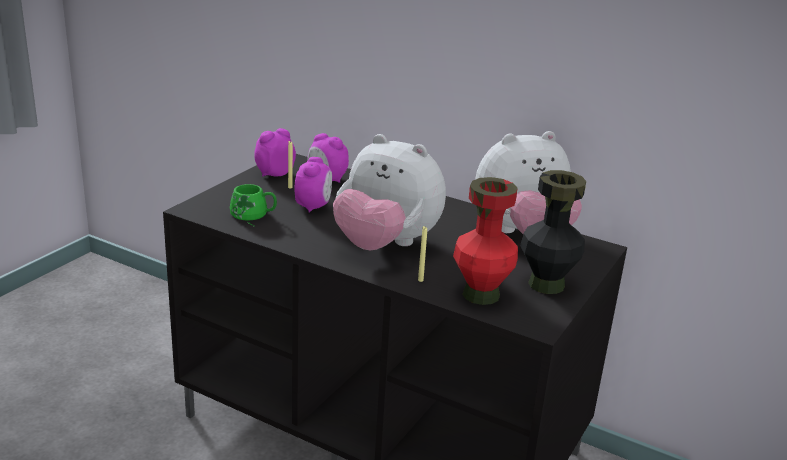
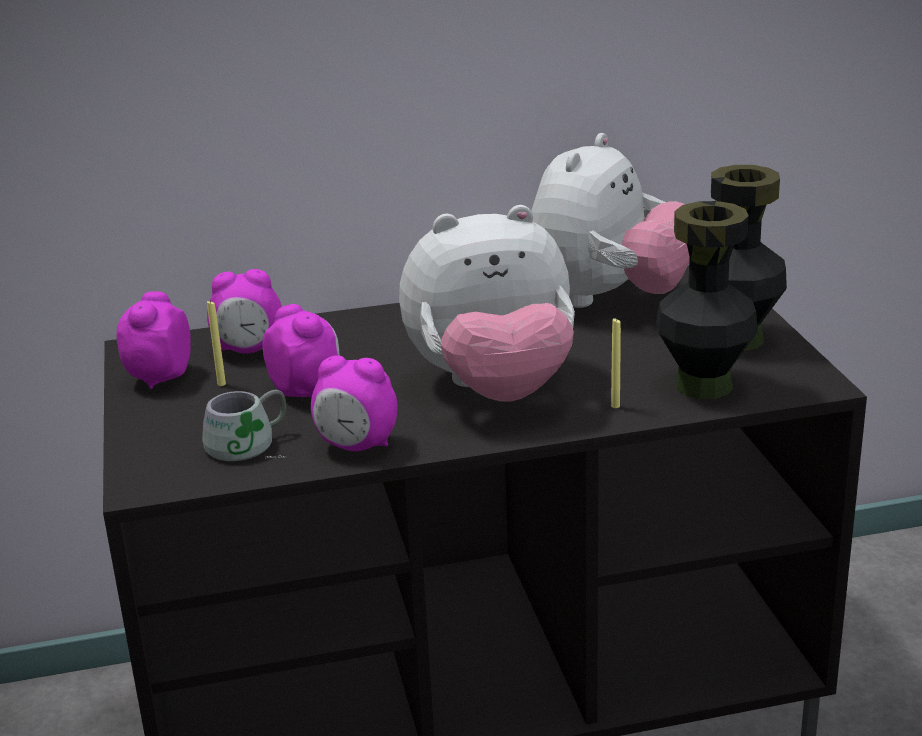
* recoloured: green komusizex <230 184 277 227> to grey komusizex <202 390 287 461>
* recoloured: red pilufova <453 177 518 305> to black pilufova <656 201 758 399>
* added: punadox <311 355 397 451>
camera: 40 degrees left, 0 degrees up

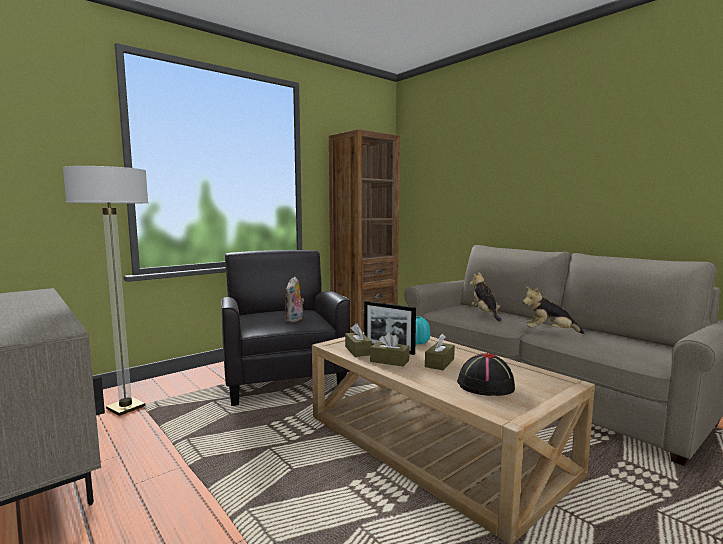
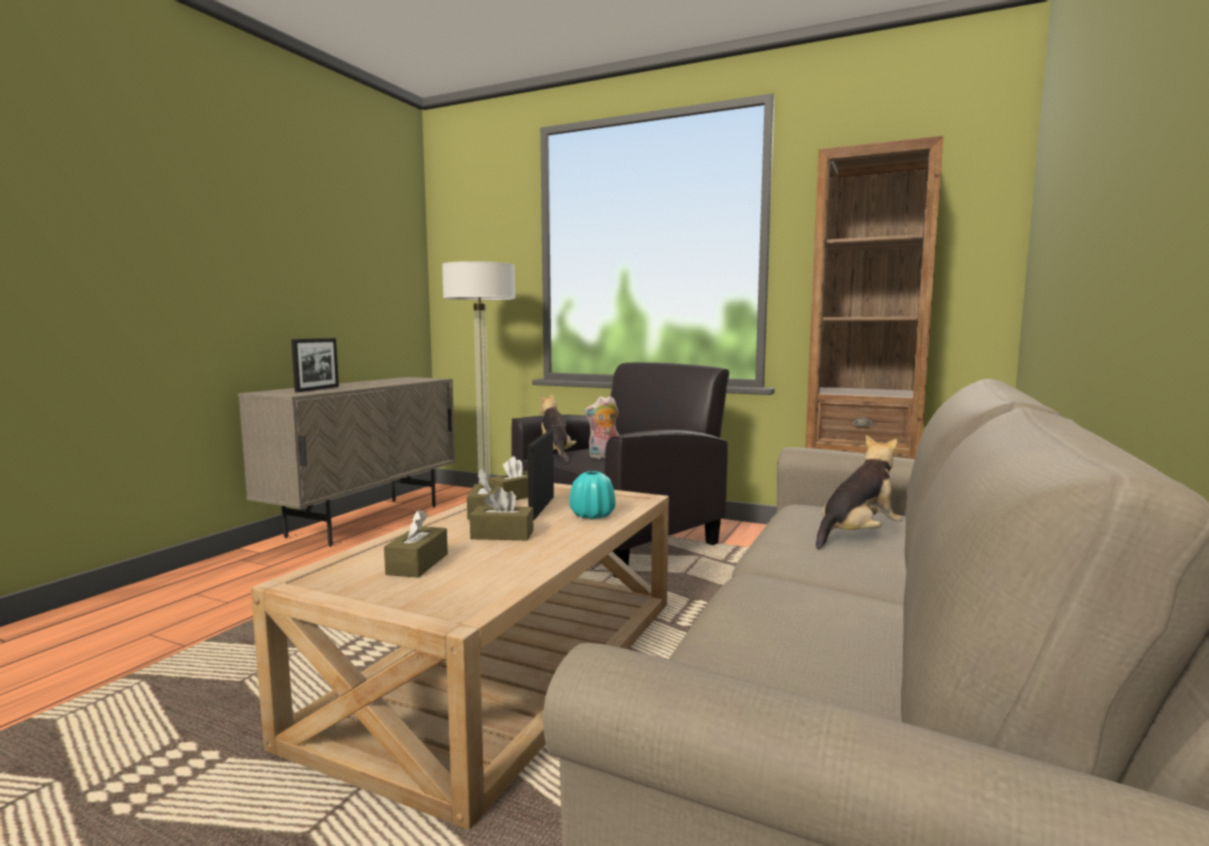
* replaced: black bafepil <457 353 515 396> to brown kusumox <384 510 448 578>
* moved: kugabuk <523 287 584 334> to <539 394 577 463>
* added: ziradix <291 338 339 392>
camera: 65 degrees right, 0 degrees up

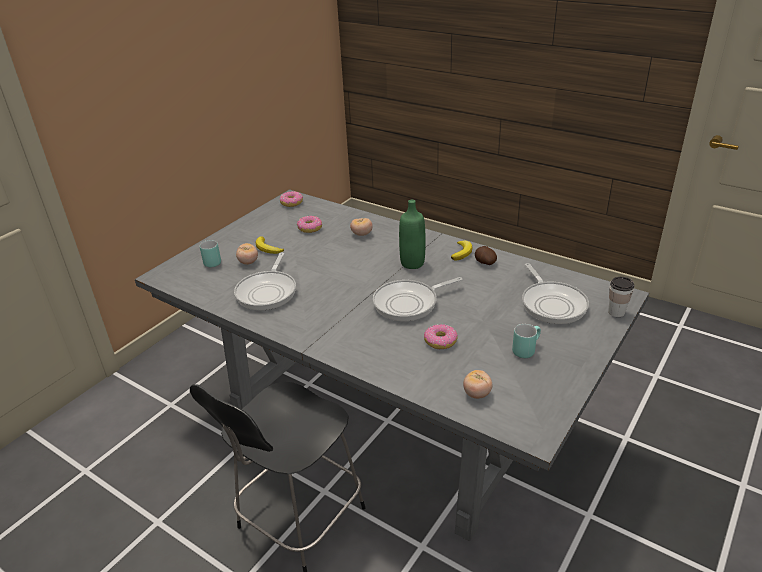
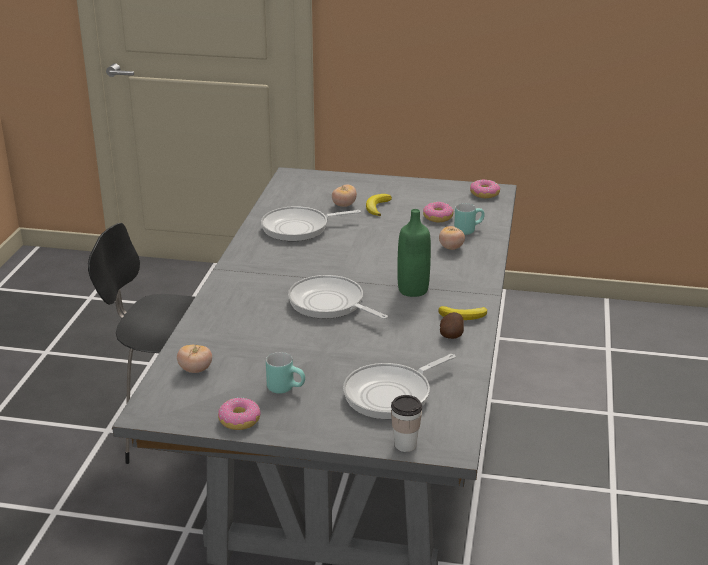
* moved: turquoise komusizex <200 240 221 268> to <454 203 485 235>
* moved: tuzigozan <424 324 458 349> to <218 397 261 430>
camera: 65 degrees right, 5 degrees down

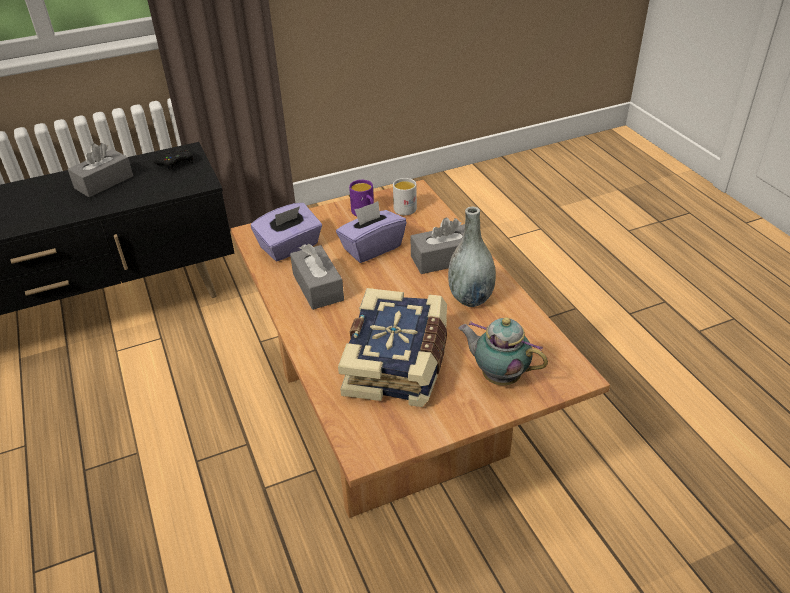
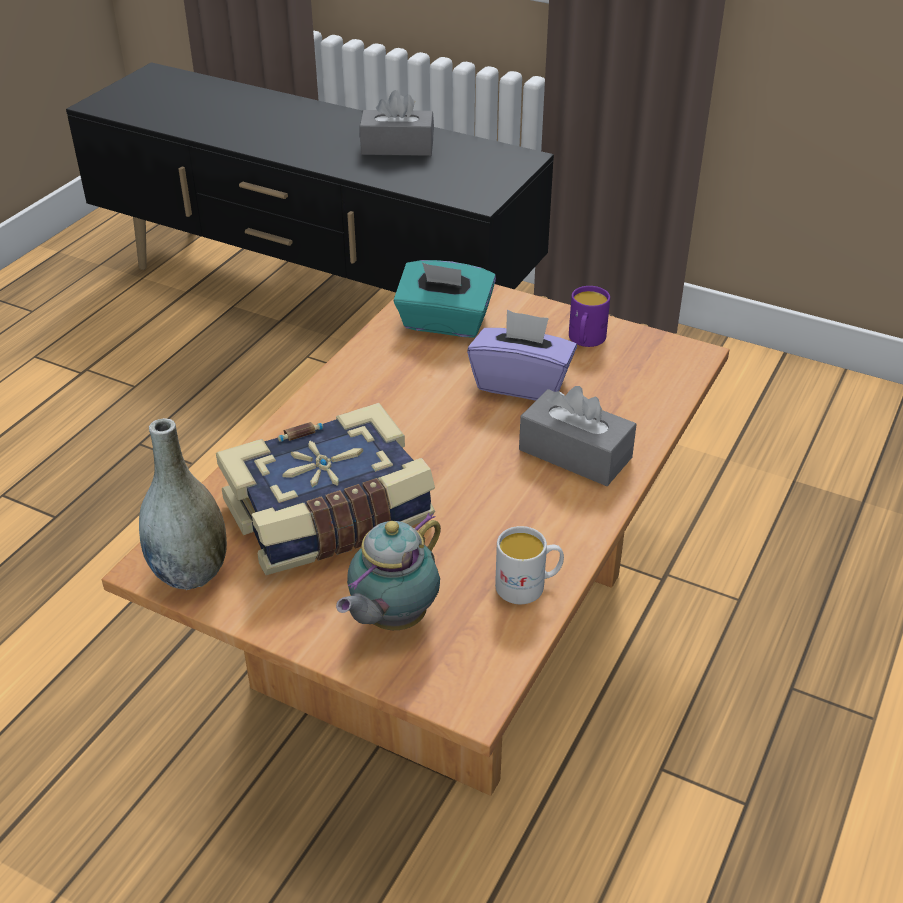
* removed: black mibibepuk <154 148 193 171>
* recoloured: purple kusumox <251 203 322 262> to turquoise kusumox <394 260 496 338>
* removed: grey kusumox <290 244 344 310>
* moved: white komusizex <393 178 417 215> to <495 526 564 604>
* moved: grey pilufova <448 207 496 307> to <139 418 227 590>
* turned: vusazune <458 317 548 385> = <336 513 441 630> 135 degrees counterclockwise
camera: 50 degrees right, 0 degrees up

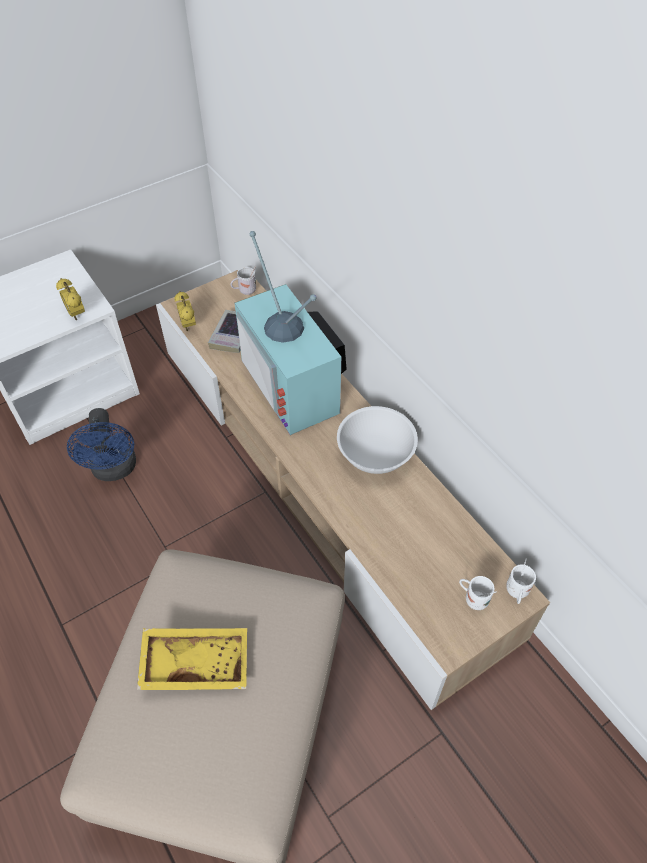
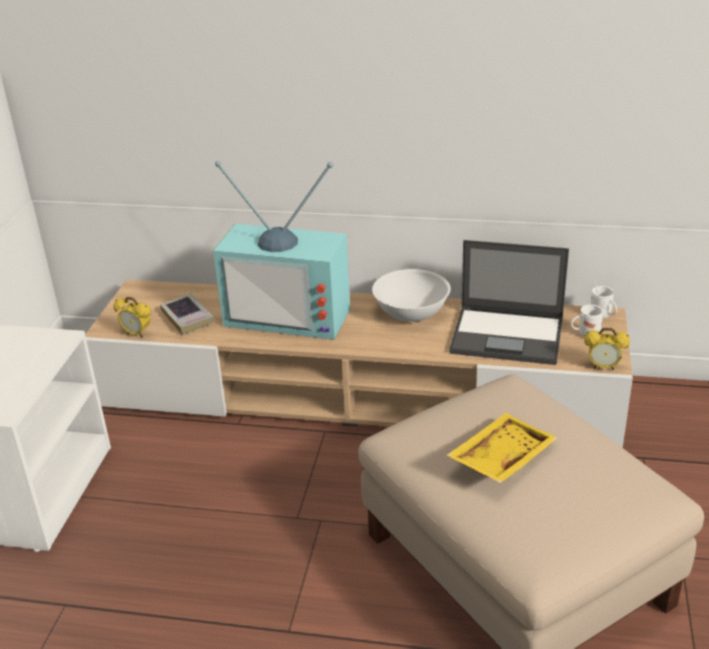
* moved: punadox <56 278 85 320> to <584 328 630 370>
* removed: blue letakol <67 408 136 481>
* removed: white komusizex <231 265 256 295>
* added: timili <449 240 569 365>
camera: 45 degrees left, 20 degrees down

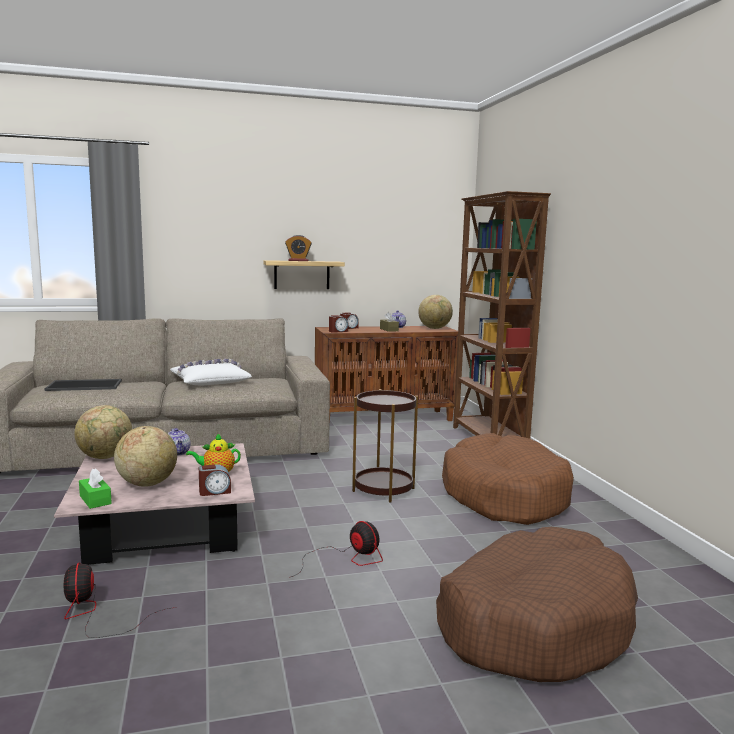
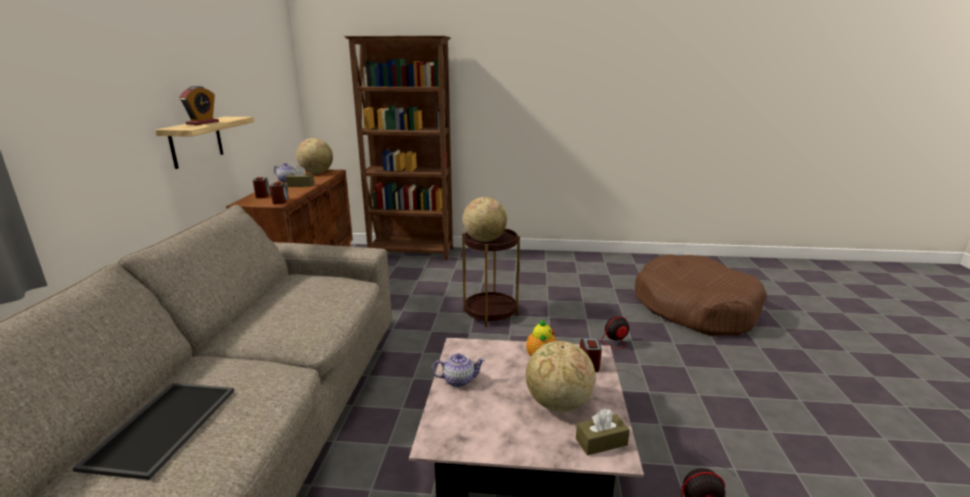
* moved: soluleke <75 405 132 459> to <463 197 507 242>
* recoloured: green kusumox <79 468 112 509> to brown kusumox <576 409 630 456>
* removed: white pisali <170 359 252 385>
* removed: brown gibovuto <442 433 574 525>
camera: 70 degrees left, 10 degrees up

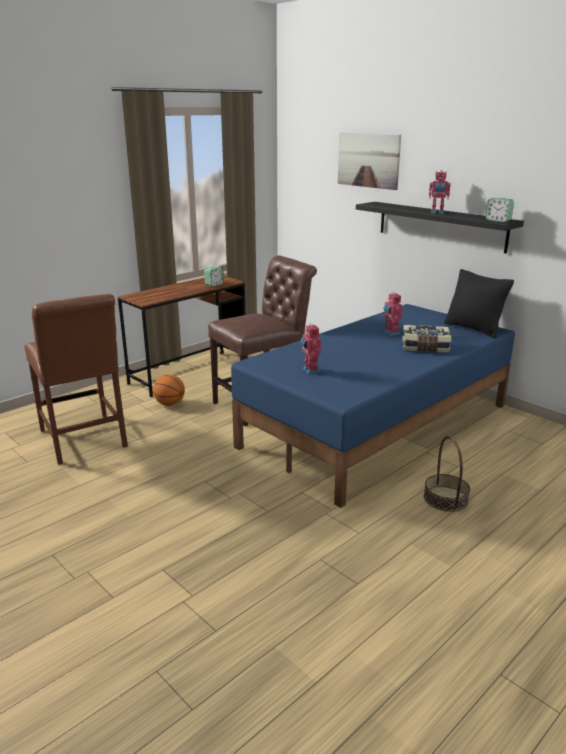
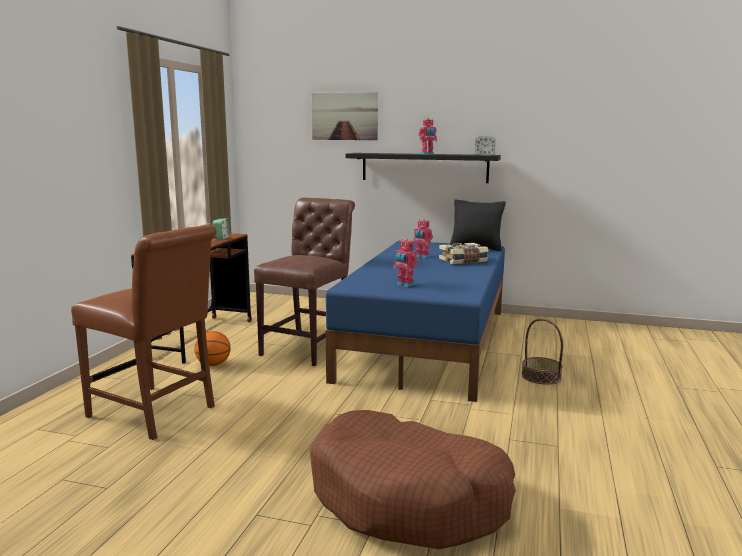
* added: brown gibovuto <310 410 516 549>
camera: 30 degrees left, 10 degrees down

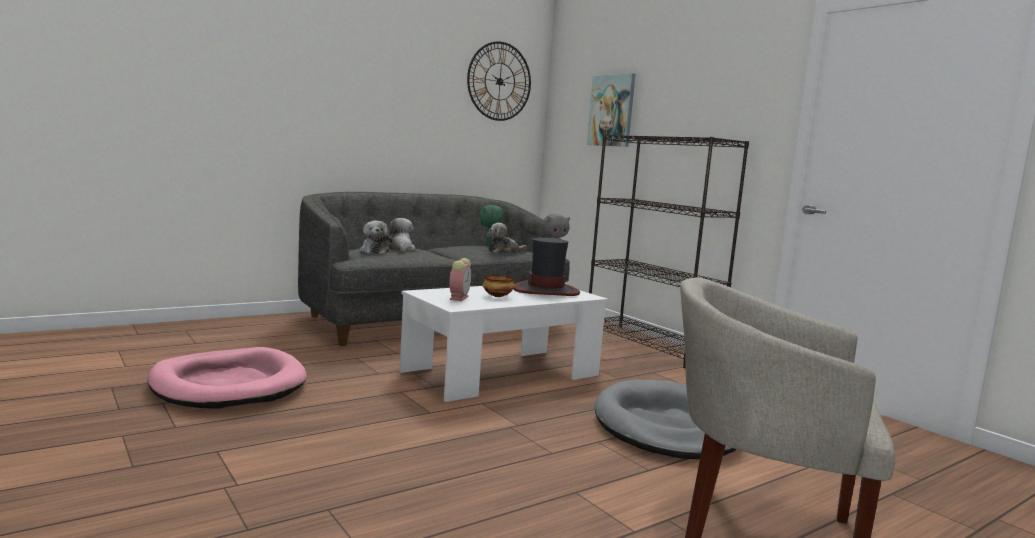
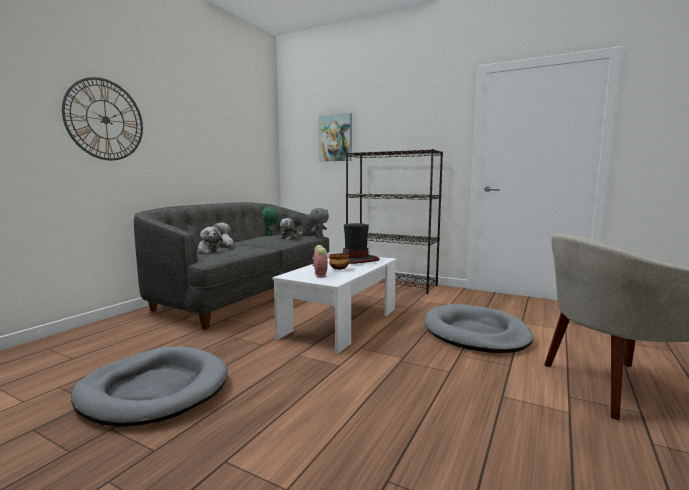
* recoloured: pink gibovuto <148 347 307 408> to grey gibovuto <71 346 228 427>
* moved: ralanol <467 41 531 121> to <62 77 143 160>
camera: 25 degrees left, 0 degrees up

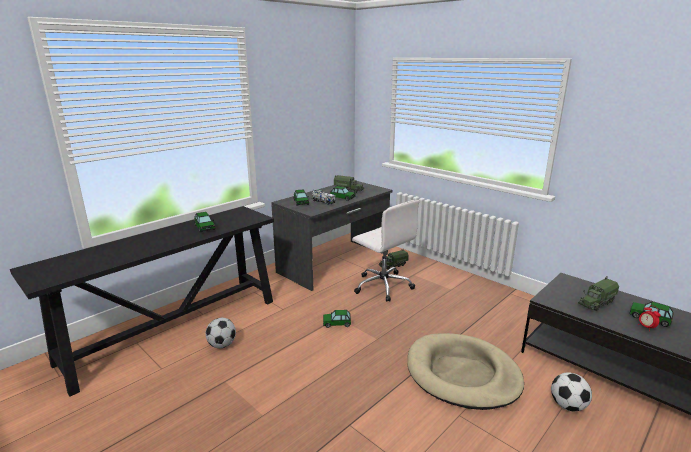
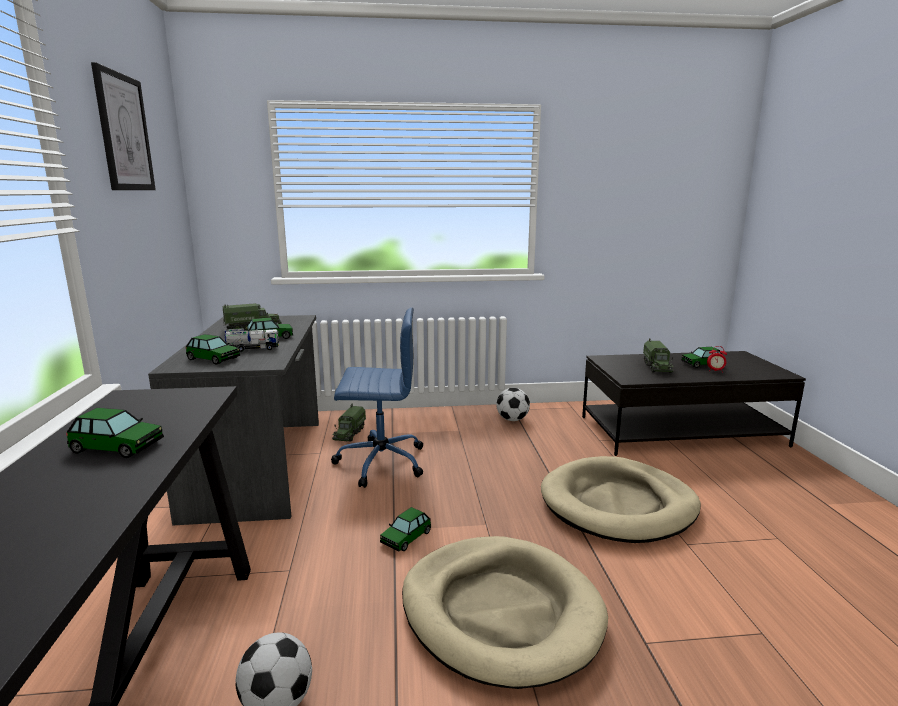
* recoloured: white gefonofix <352 200 419 302> to blue gefonofix <331 308 423 488>
* moved: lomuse <551 373 592 412> to <496 388 530 421>
* added: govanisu <91 62 156 190>
* added: beige gibovuto <402 536 608 689>
camera: 50 degrees left, 5 degrees down

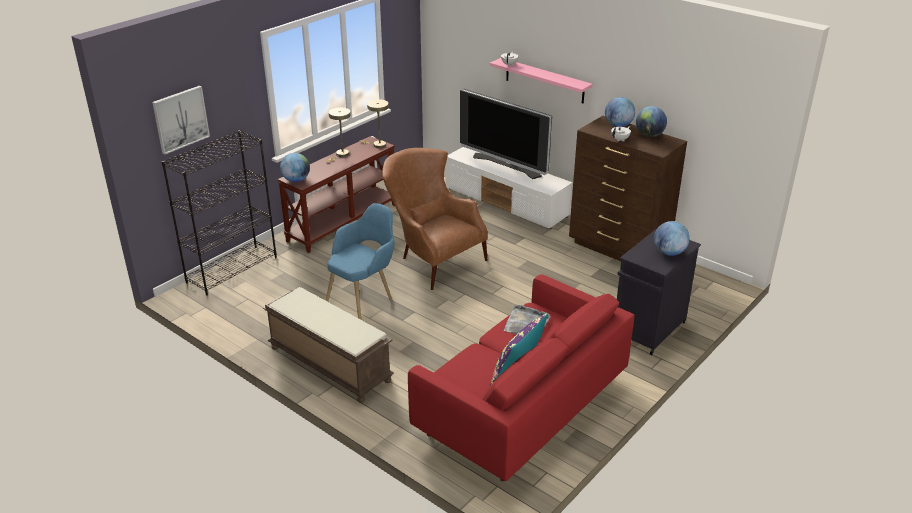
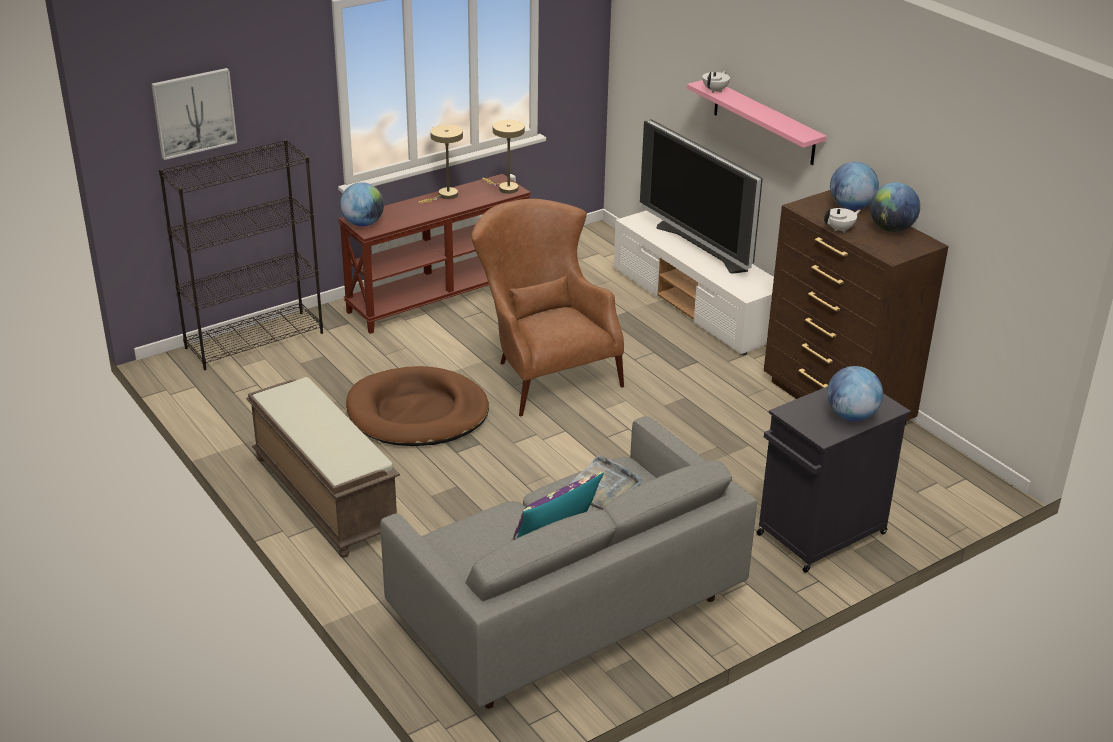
* replaced: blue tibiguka <326 203 395 320> to brown gibovuto <346 366 489 446>
* recoloured: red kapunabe <408 275 635 481> to grey kapunabe <380 416 757 709>
camera: 15 degrees right, 0 degrees up

